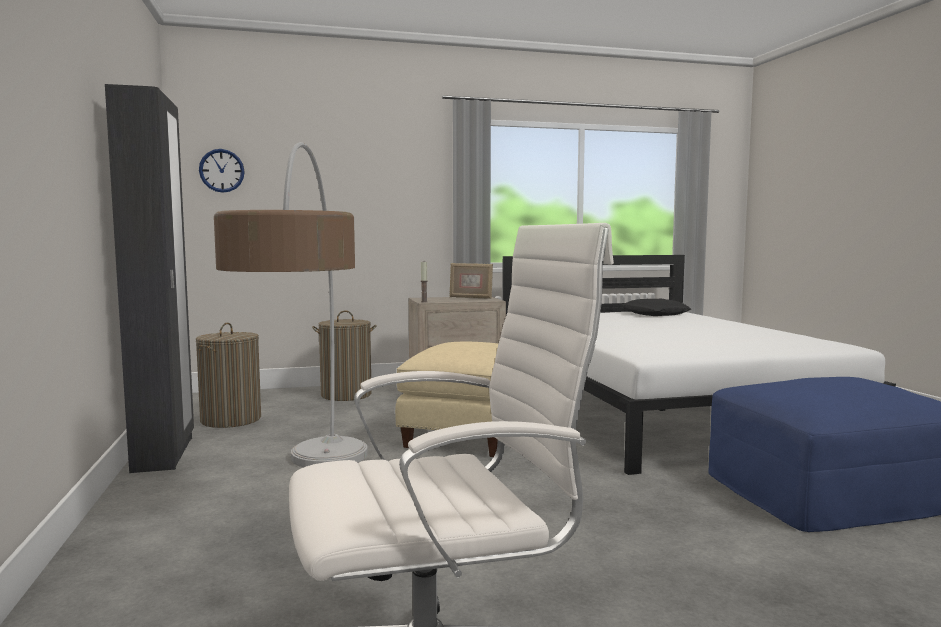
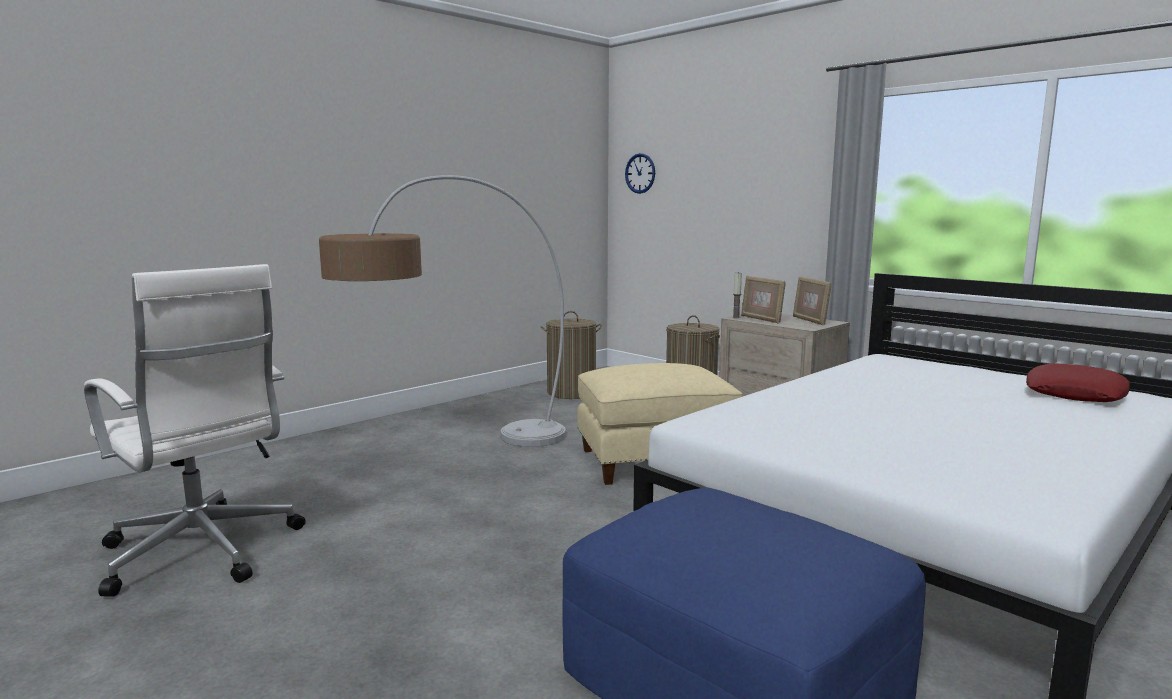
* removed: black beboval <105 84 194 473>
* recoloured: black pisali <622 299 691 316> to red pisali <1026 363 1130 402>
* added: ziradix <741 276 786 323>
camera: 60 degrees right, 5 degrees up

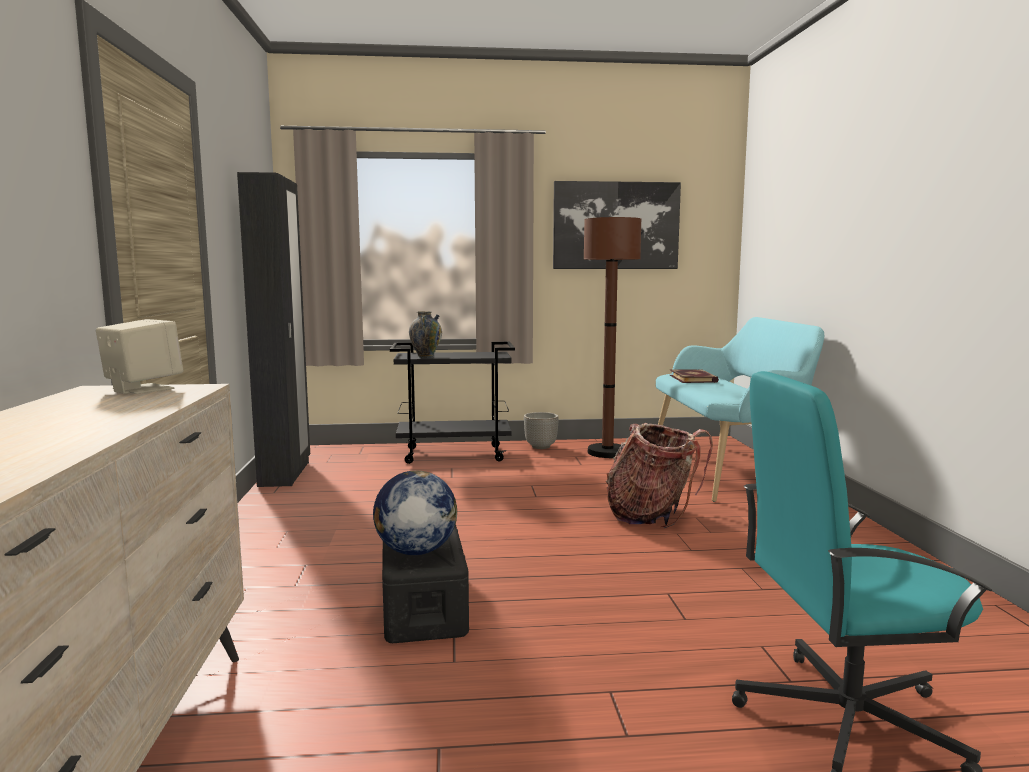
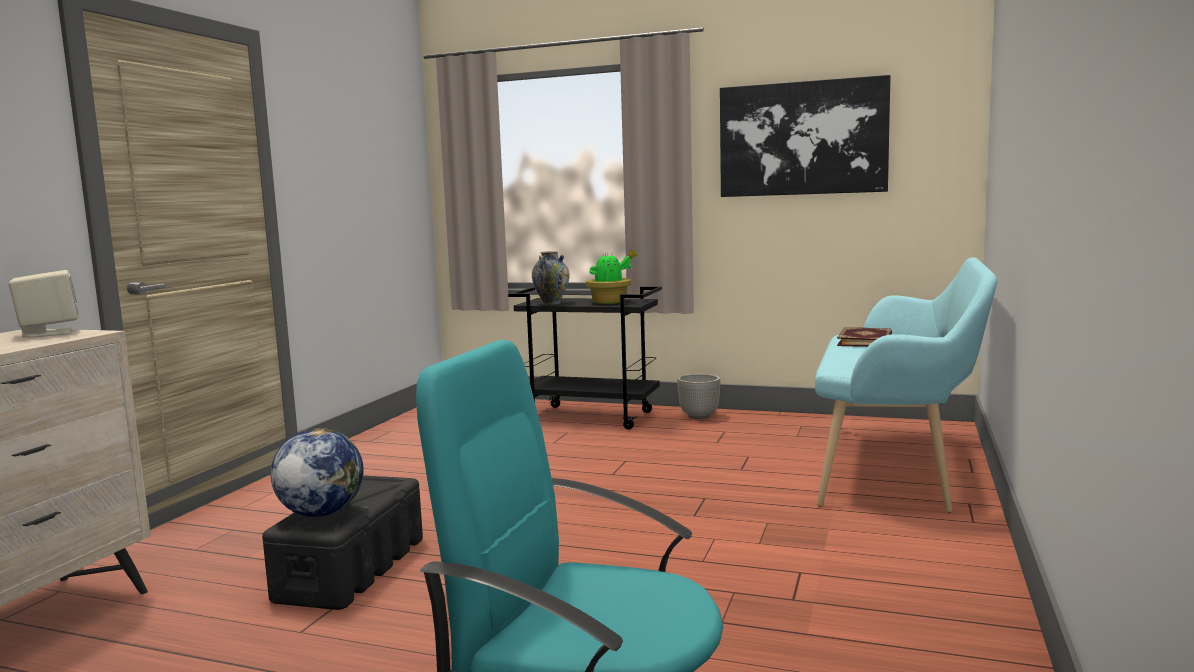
* removed: black beboval <237 172 310 487>
* removed: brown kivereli <584 217 641 458>
* removed: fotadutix <606 423 713 528>
* added: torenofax <586 249 638 304>
camera: 25 degrees right, 0 degrees up

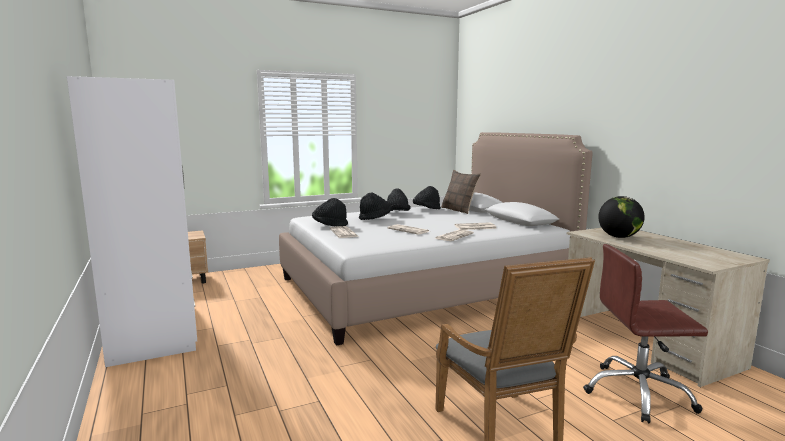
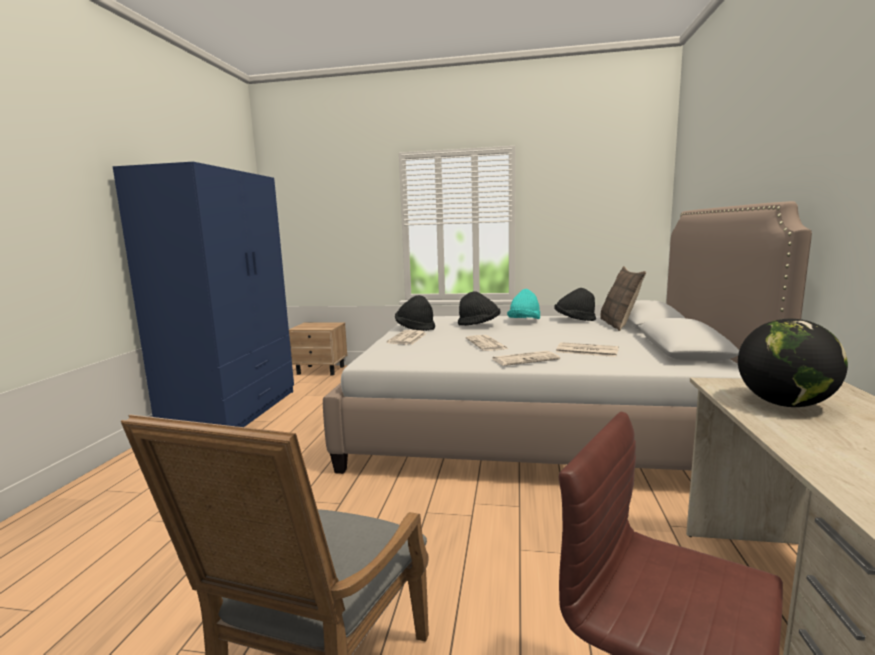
* recoloured: white beboval <67 76 197 367> to blue beboval <113 162 294 427>
* recoloured: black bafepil <387 188 411 211> to turquoise bafepil <507 289 540 319>
camera: 35 degrees right, 0 degrees up

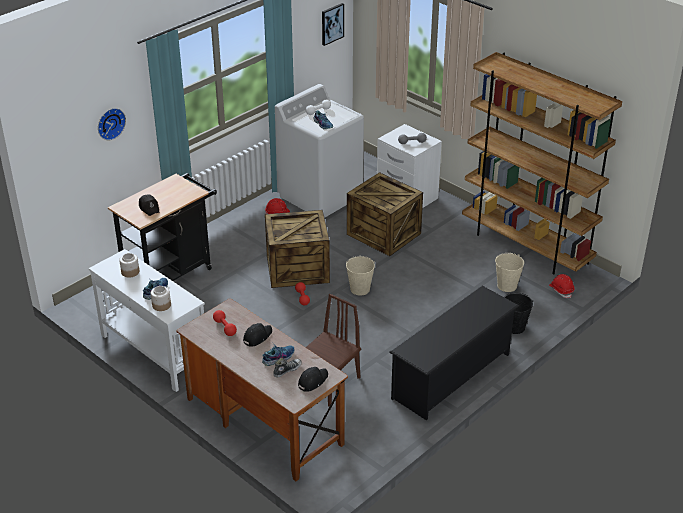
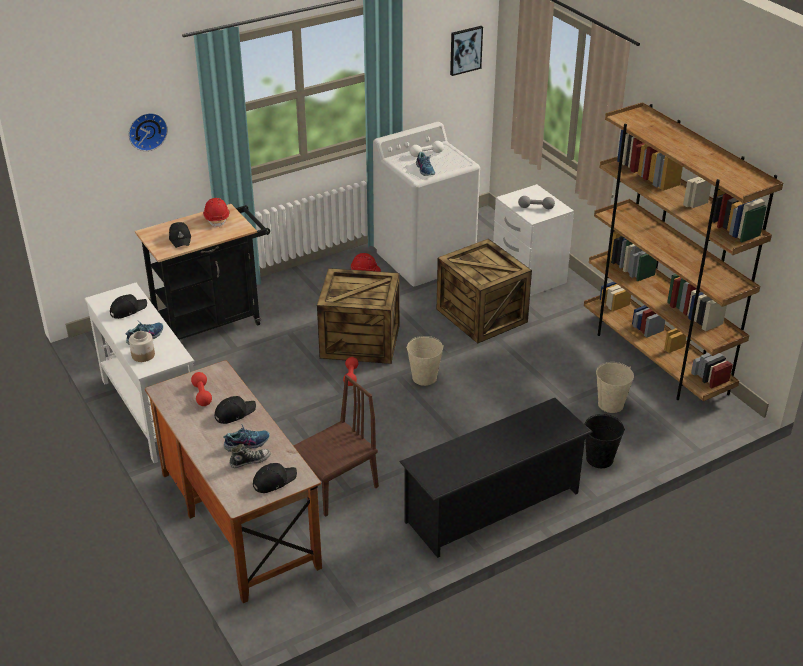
* replaced: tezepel <119 253 139 278> to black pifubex <110 294 147 319>
* moved: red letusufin <549 274 574 298> to <203 198 229 228>
camera: 15 degrees right, 0 degrees up

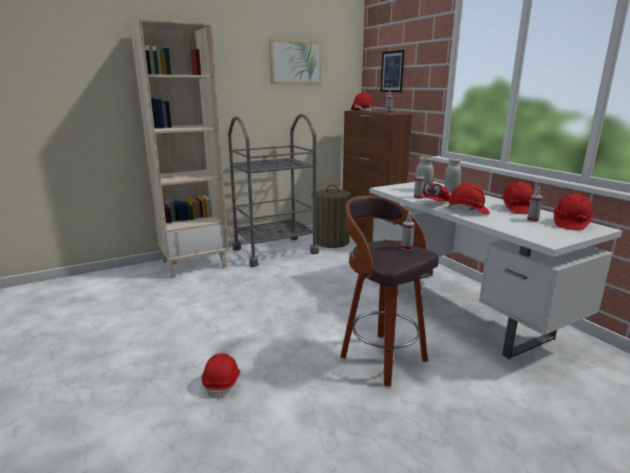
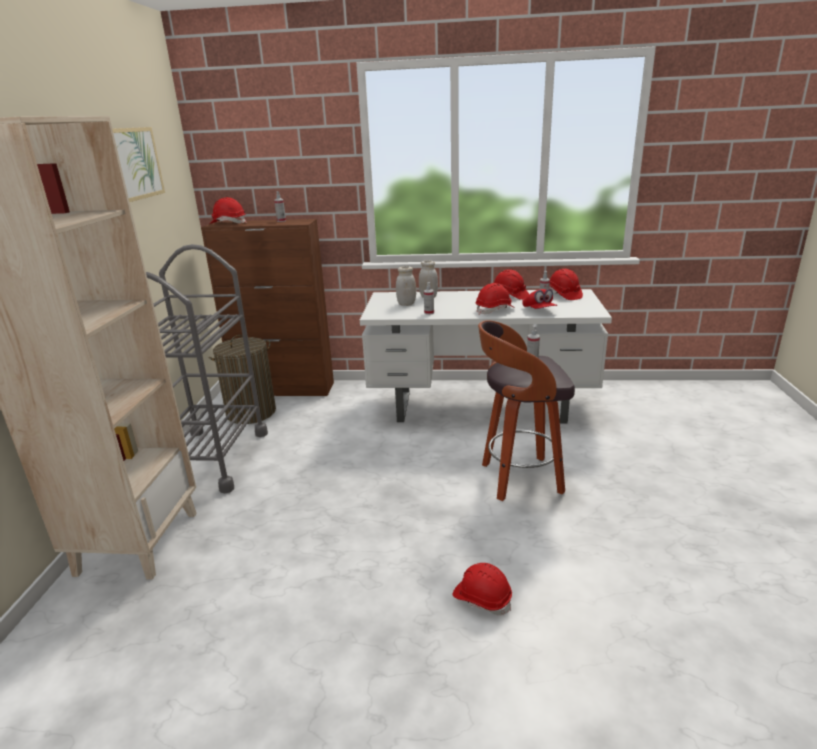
* removed: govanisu <380 50 405 92>
* moved: red pifubex <420 182 450 202> to <522 289 557 309>
camera: 55 degrees left, 5 degrees up

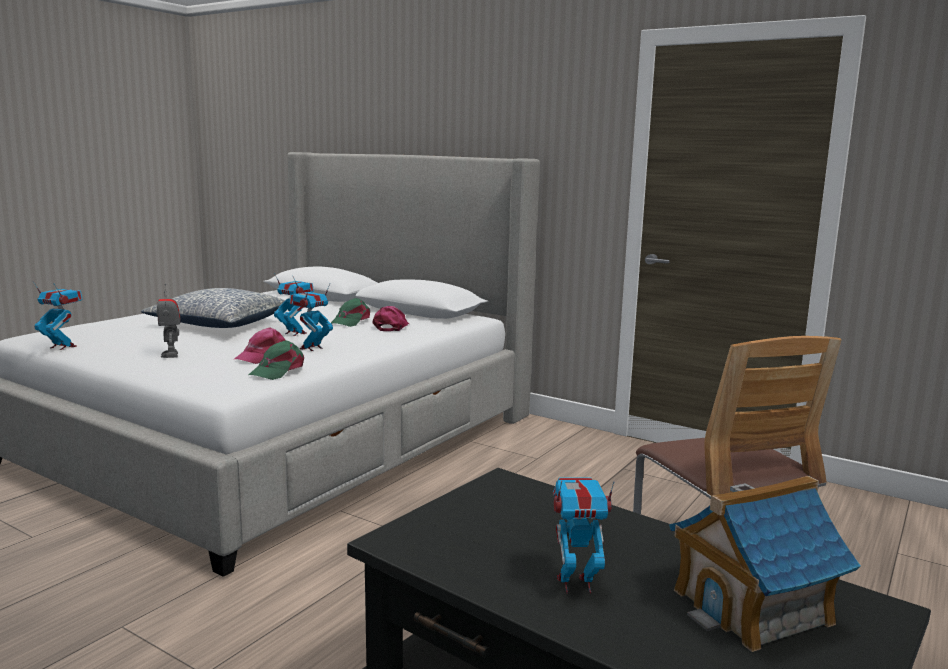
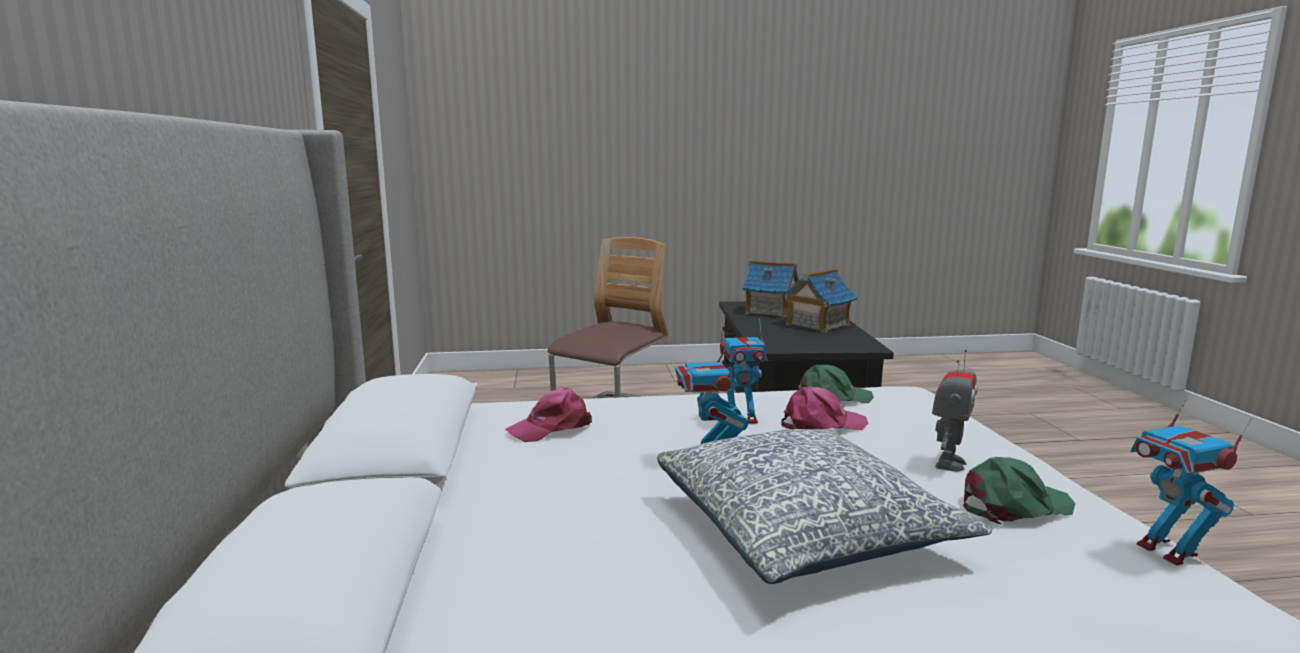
* moved: green pifubex <331 298 370 327> to <963 457 1075 525>
* replaced: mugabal <553 477 615 594> to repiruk <781 269 858 333>
camera: 130 degrees left, 0 degrees up

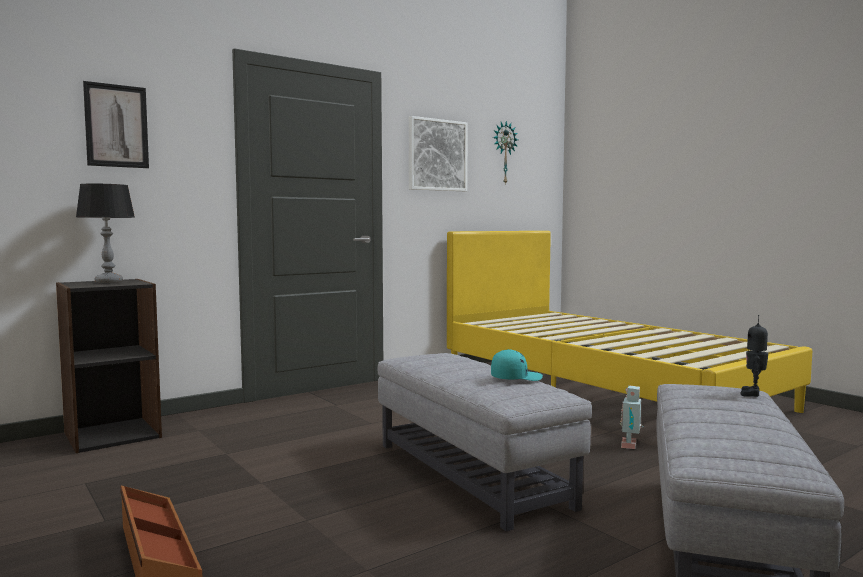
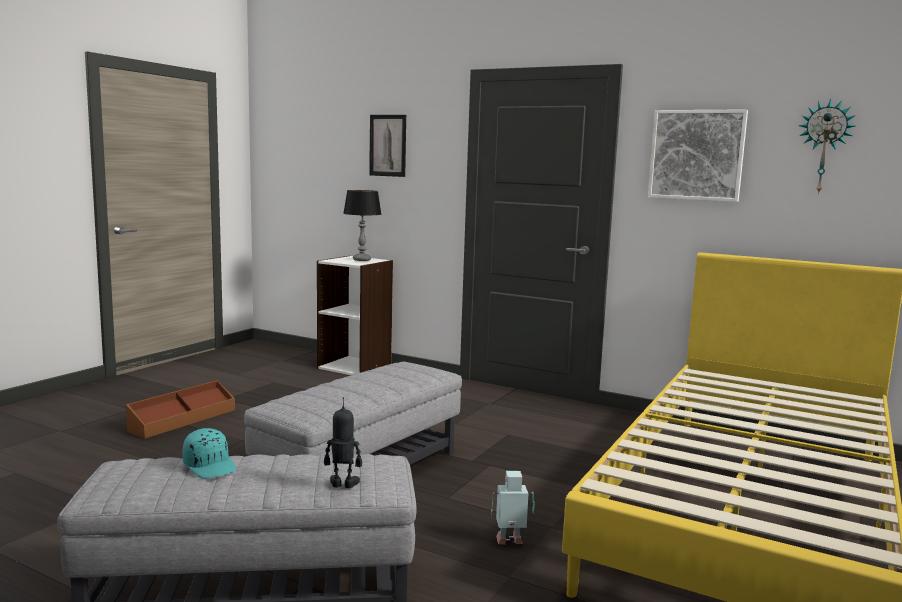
* recoloured: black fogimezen <56 279 162 453> to white fogimezen <317 256 393 376>
* moved: turquoise pifubex <491 349 543 381> to <182 428 237 479>
camera: 65 degrees right, 5 degrees up

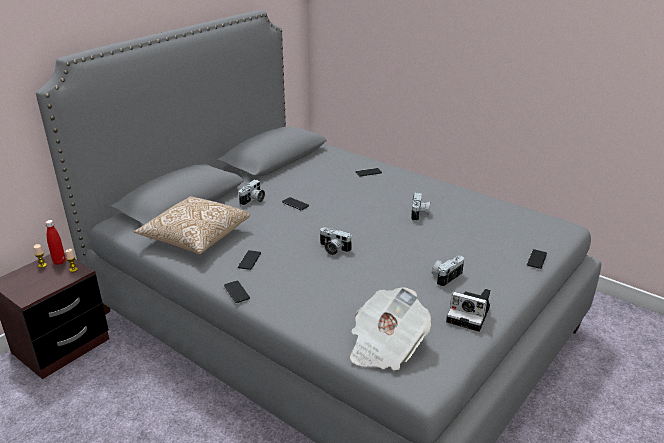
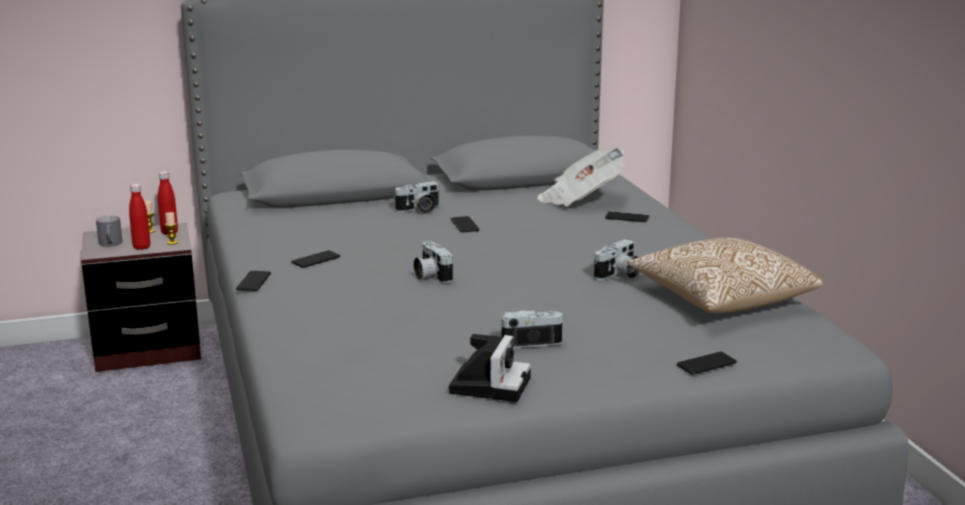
* moved: pisali <134 196 250 254> to <627 238 823 313>
* moved: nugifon <350 287 431 371> to <537 148 626 206>
* turned: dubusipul <446 289 490 332> = <449 334 531 402> 135 degrees counterclockwise
* added: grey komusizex <96 215 123 247>
* added: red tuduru <129 184 150 250>
camera: 35 degrees right, 10 degrees down

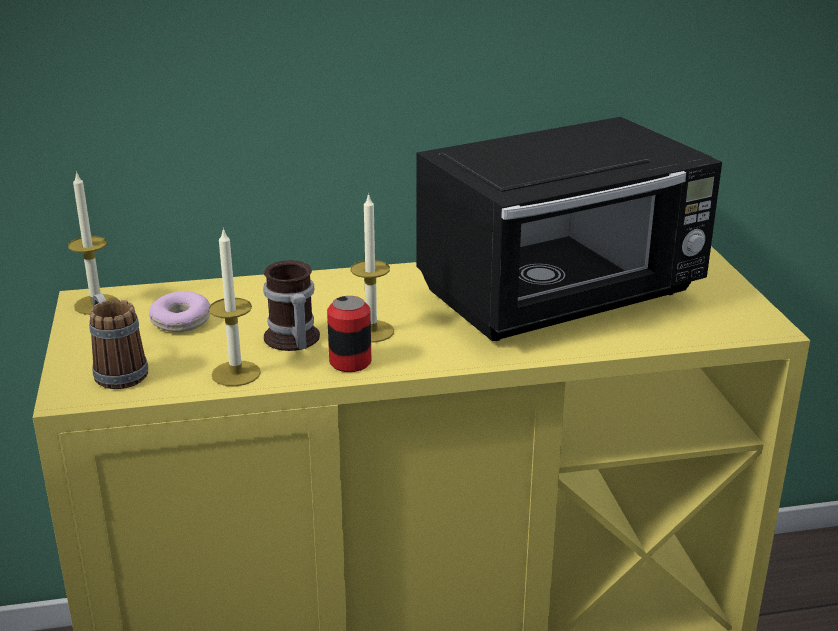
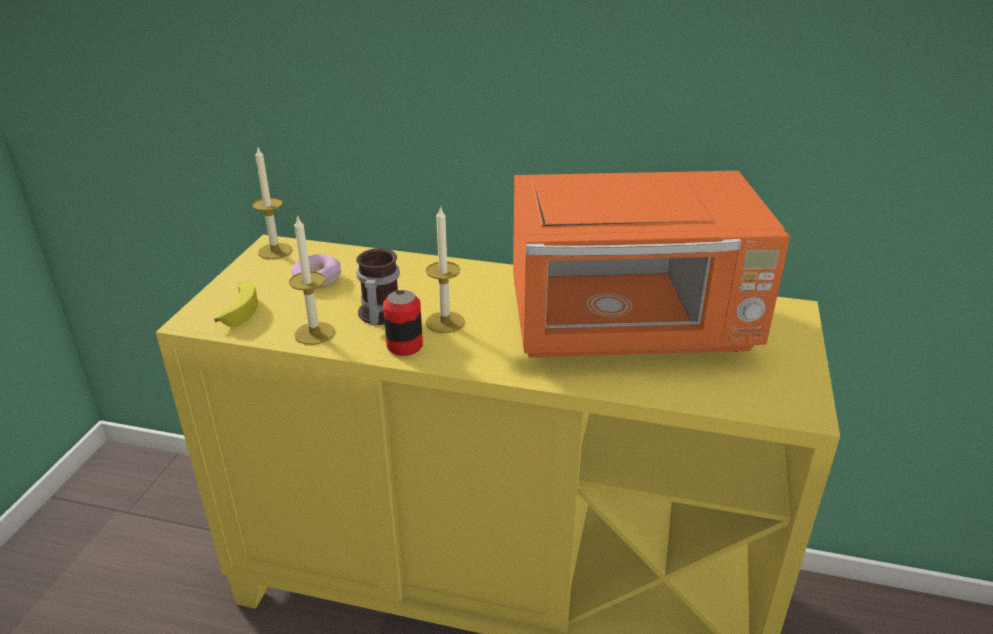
* replaced: komusizex <89 293 148 389> to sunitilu <214 281 258 327>
* recoloured: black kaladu <416 117 722 341> to orange kaladu <513 171 790 358>
camera: 25 degrees right, 5 degrees up

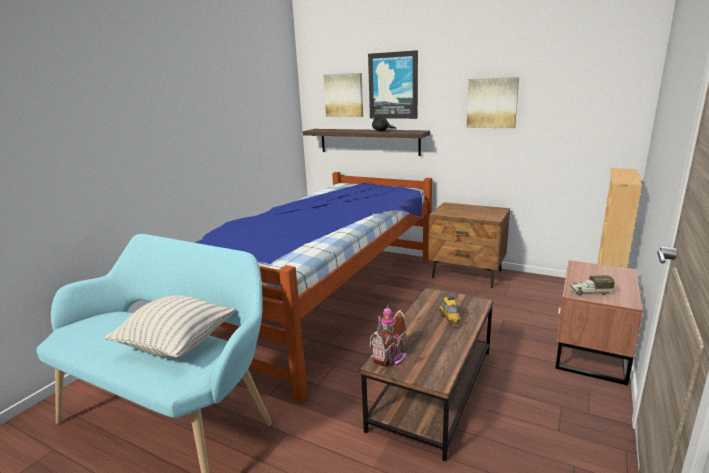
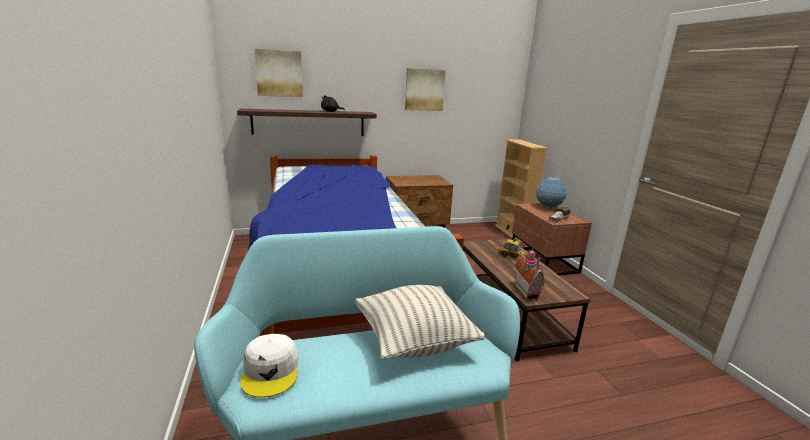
* removed: govanisu <368 50 418 119>
* added: white pifubex <241 334 298 398>
* added: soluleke <536 177 567 208>
camera: 45 degrees left, 0 degrees up

